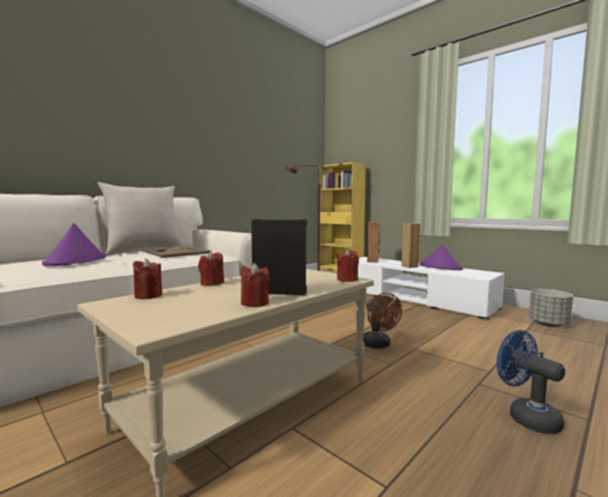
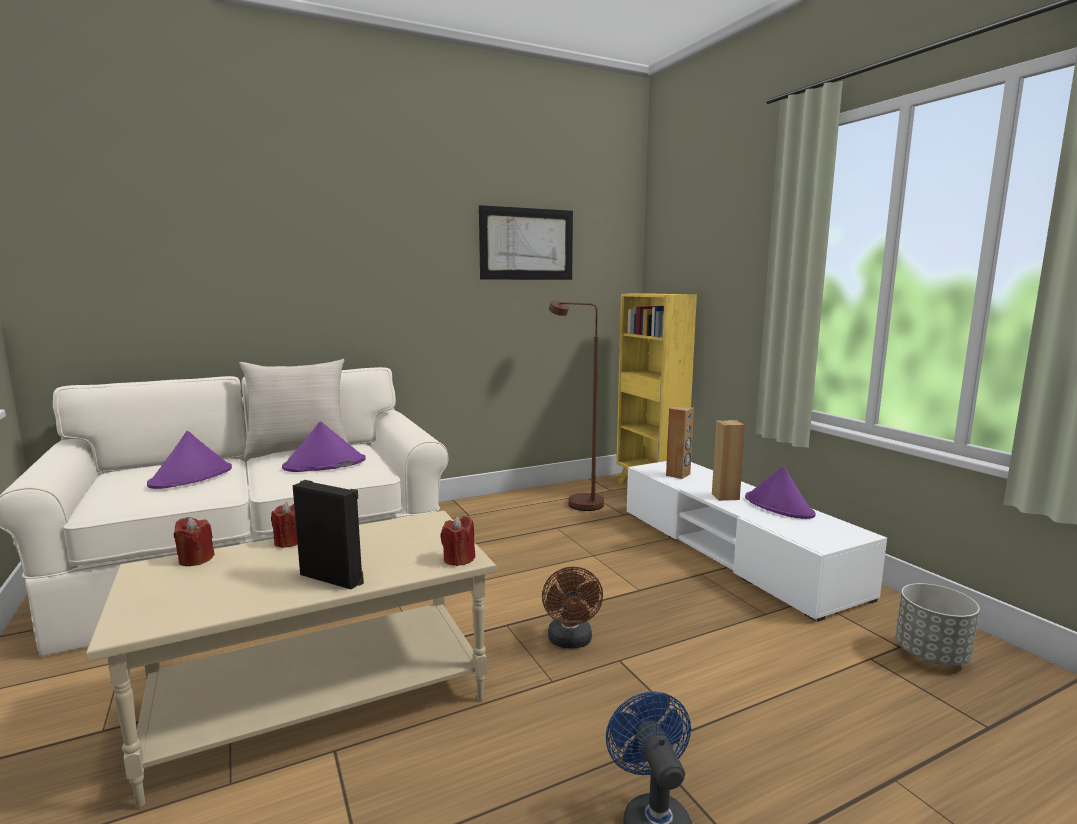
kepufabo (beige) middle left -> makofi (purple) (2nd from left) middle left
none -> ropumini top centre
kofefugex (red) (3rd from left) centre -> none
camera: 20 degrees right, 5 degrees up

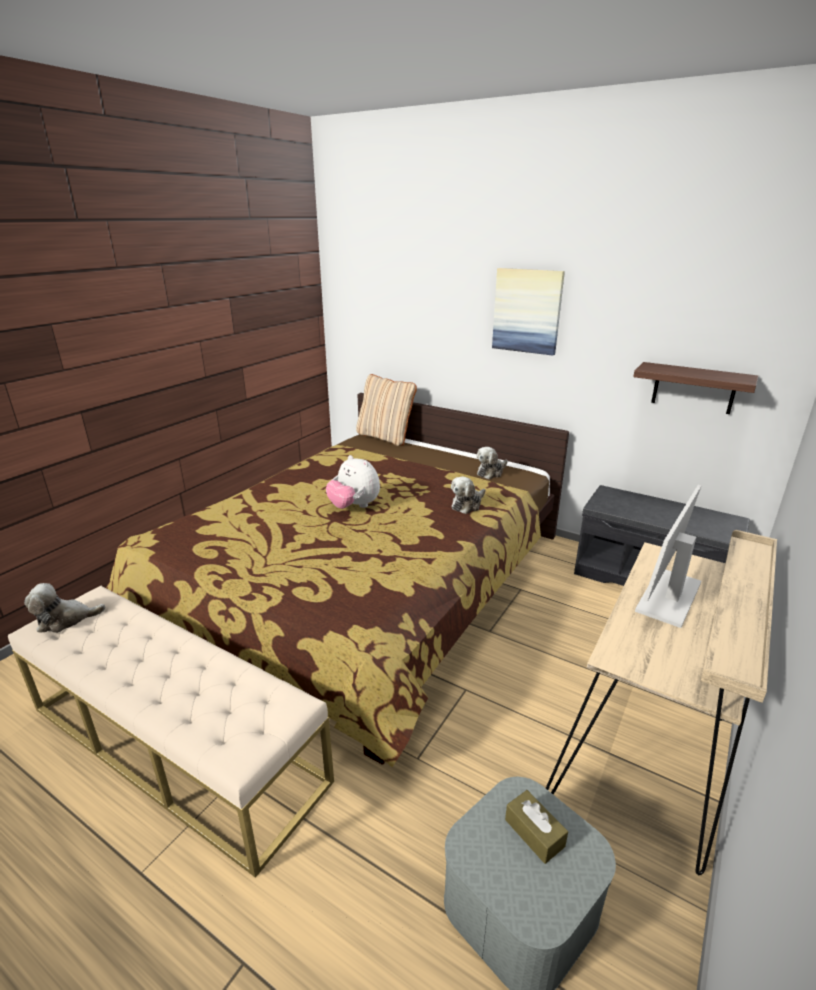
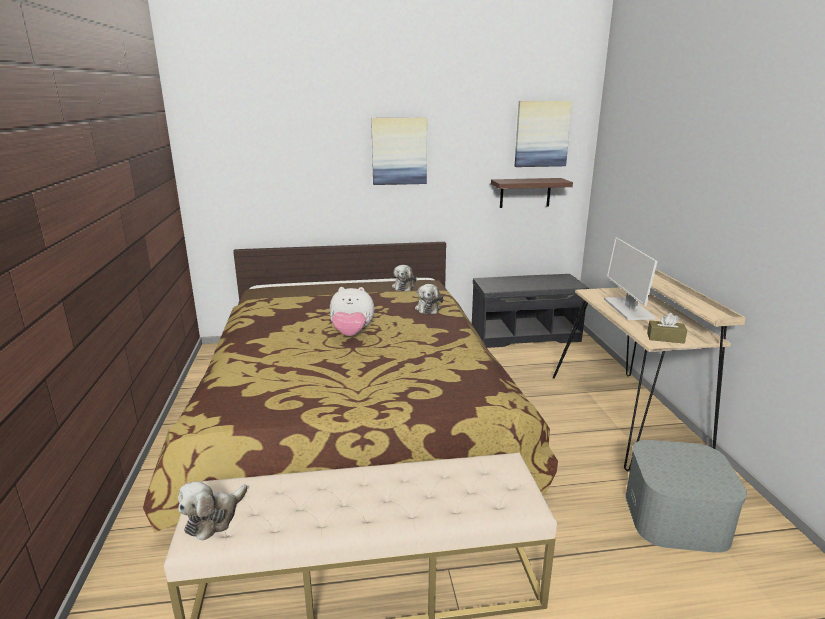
none -> ropumini (2nd from left) top centre
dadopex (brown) bottom centre -> dadopex (brown) middle right, moved
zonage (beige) centre -> none
camera: 40 degrees left, 5 degrees down

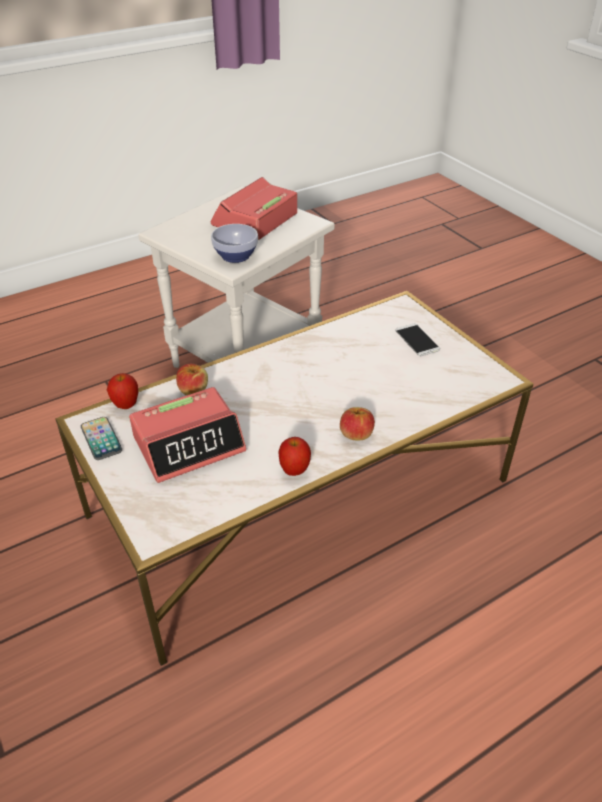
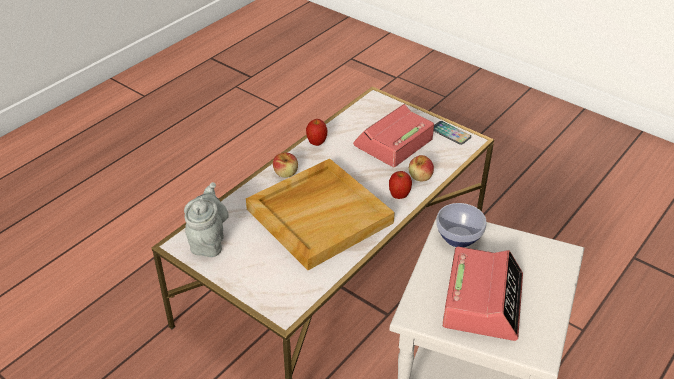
none -> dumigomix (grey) middle left
none -> kepufabo (beige) centre
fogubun (1st from left in the first image) middle left -> fogubun (3rd from left) centre, moved
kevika (2nd from left) middle right -> none
camera: 160 degrees right, 0 degrees up

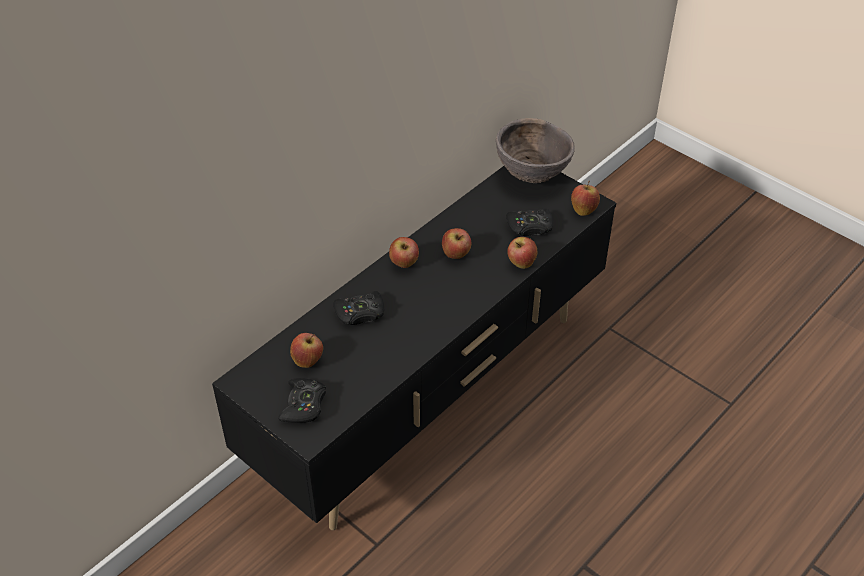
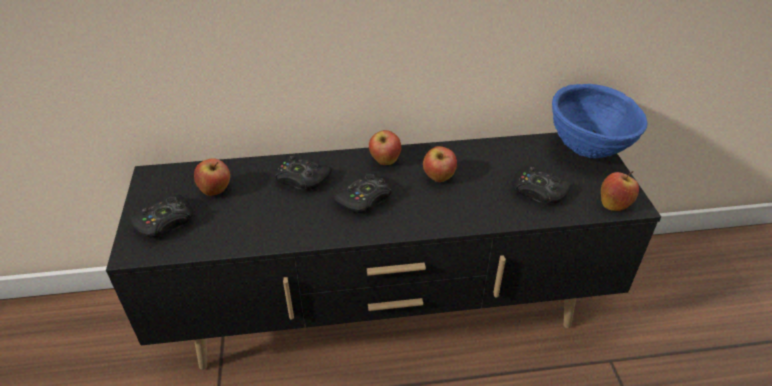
none -> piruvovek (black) (3rd from left) centre
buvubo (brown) top centre -> buvubo (blue) top right
fogubun (4th from left) centre -> none
camera: 40 degrees right, 5 degrees down

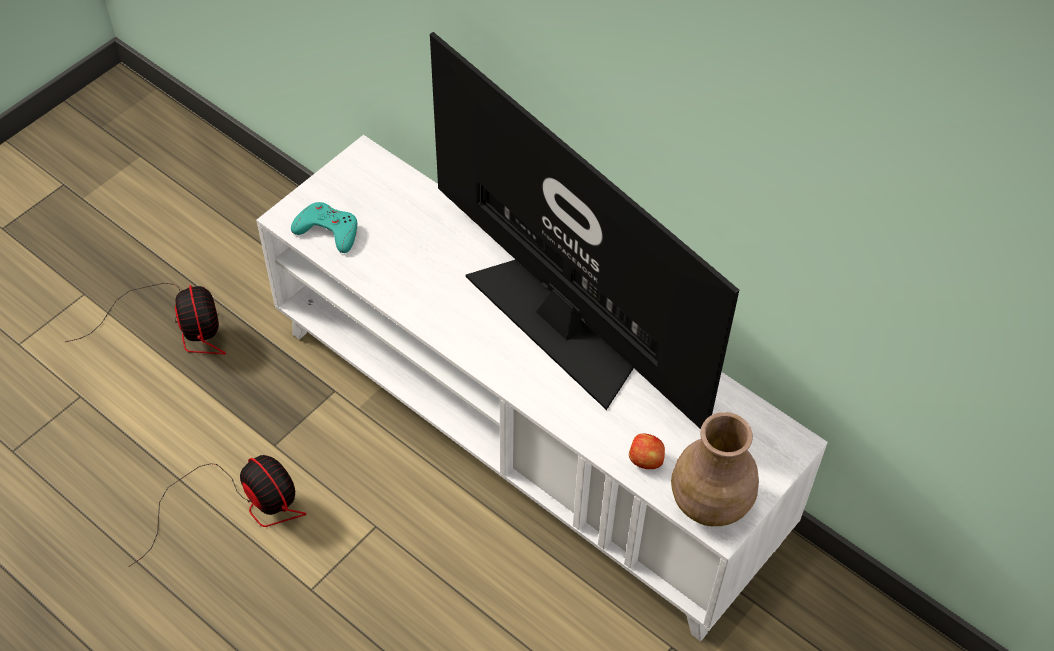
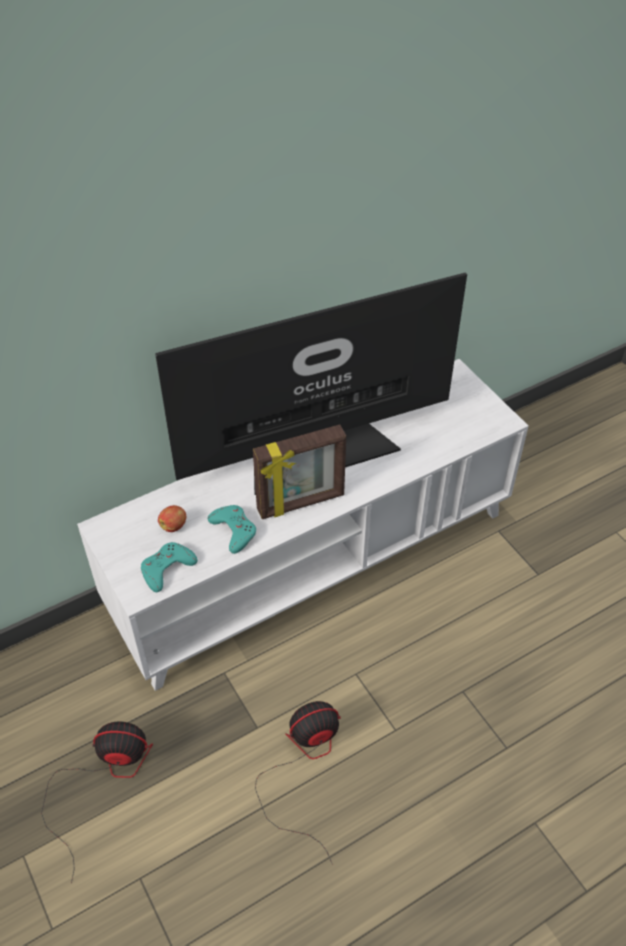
fogubun bottom centre -> fogubun middle left, moved
none -> piruvovek (turquoise) (2nd from left) centre
none -> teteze centre
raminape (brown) bottom right -> none
camera: 70 degrees left, 5 degrees down

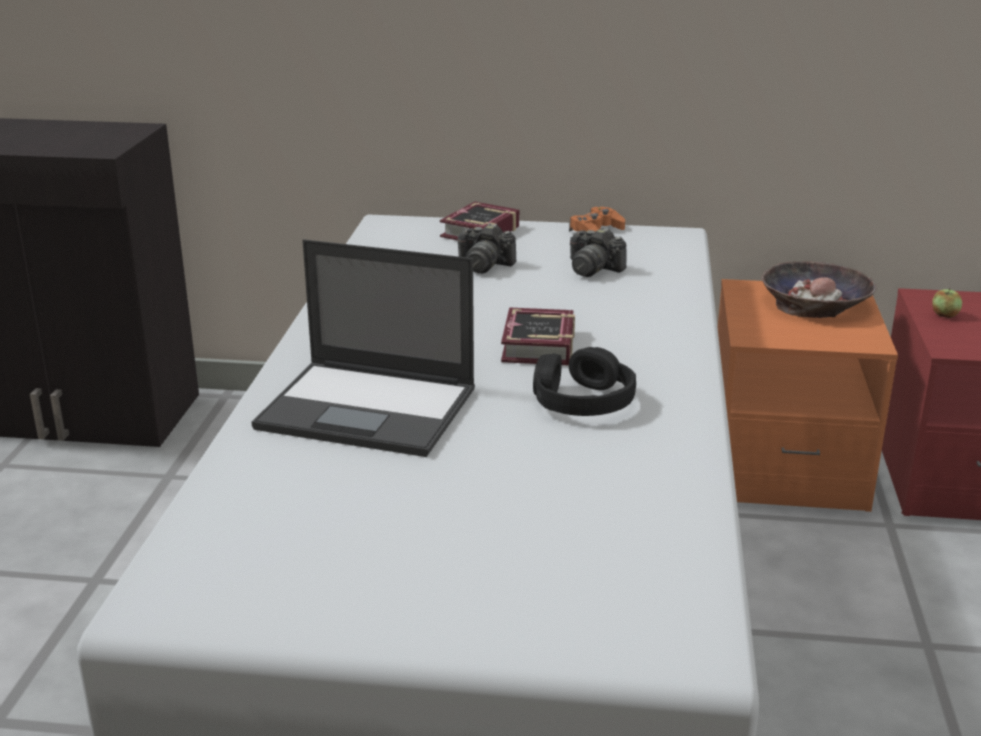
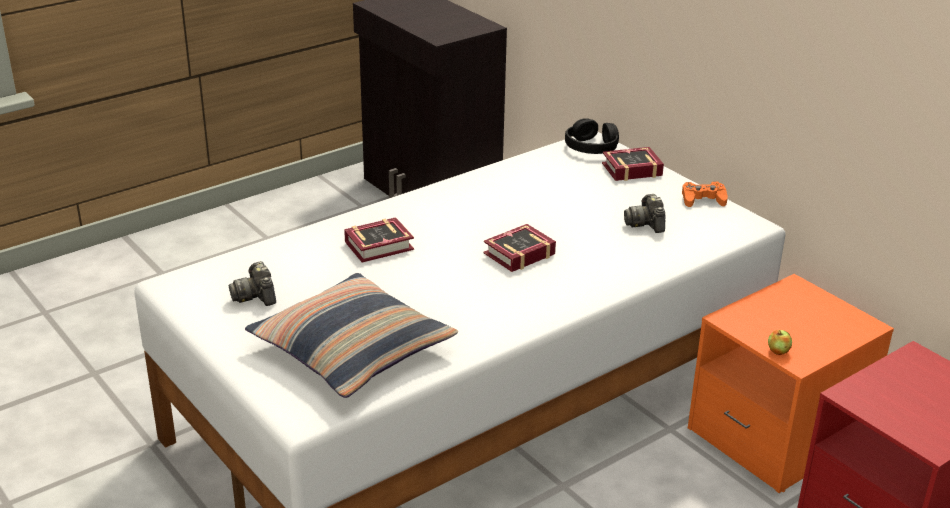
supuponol (1st from left) centre -> supuponol (1st from left) middle left, moved
none -> zonage centre
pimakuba centre -> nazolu (1st from left) centre
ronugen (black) centre -> ronugen (black) top centre, moved
fogubun middle right -> fogubun bottom right, moved
buvubo middle right -> none
camera: 45 degrees right, 5 degrees up

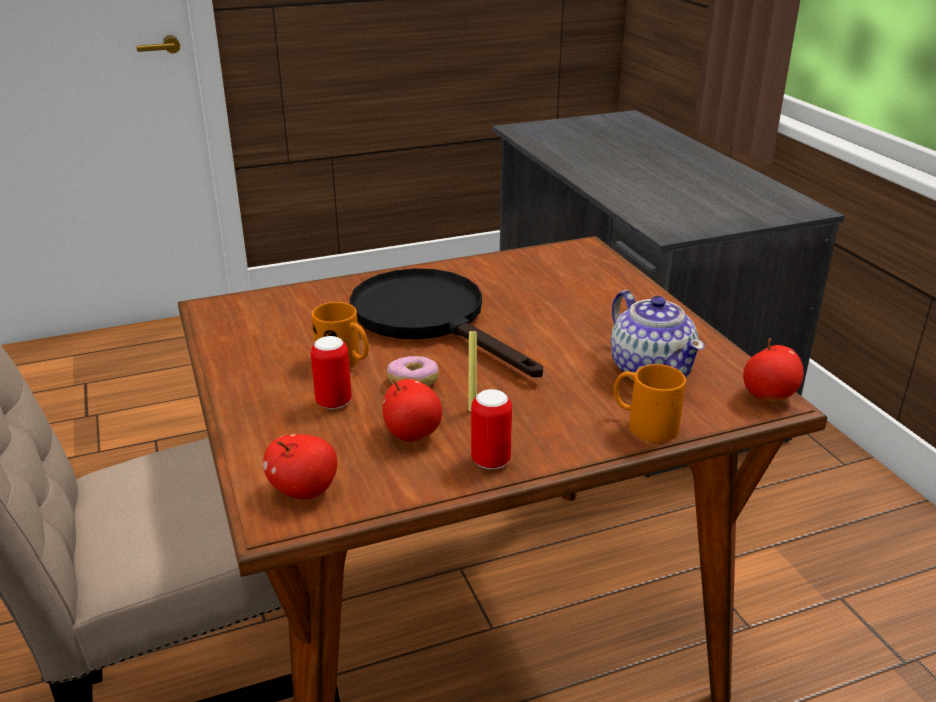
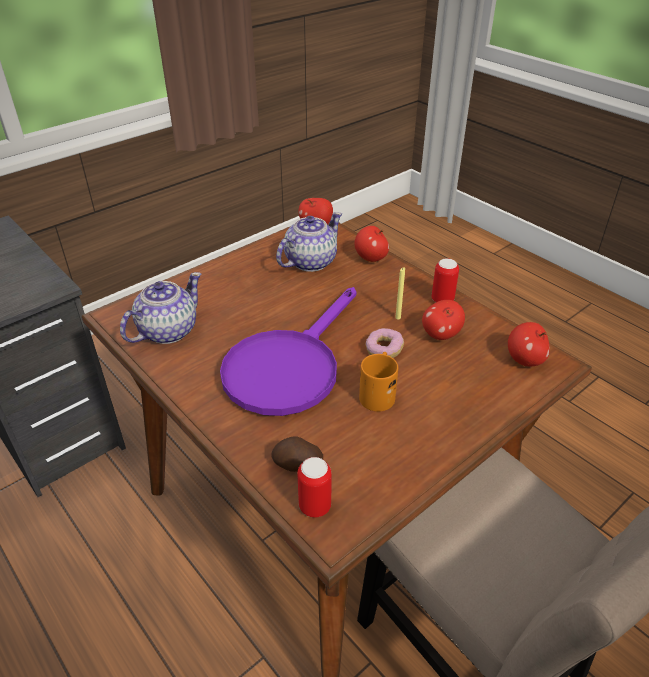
none -> dumigomix (1st from left) middle left
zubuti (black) centre -> zubuti (purple) centre
none -> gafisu bottom centre
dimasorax (1st from left) centre -> dimasorax (1st from left) bottom centre, moved
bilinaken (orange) (2nd from left) middle right -> fogubun (2nd from left) centre
camera: 110 degrees left, 10 degrees up

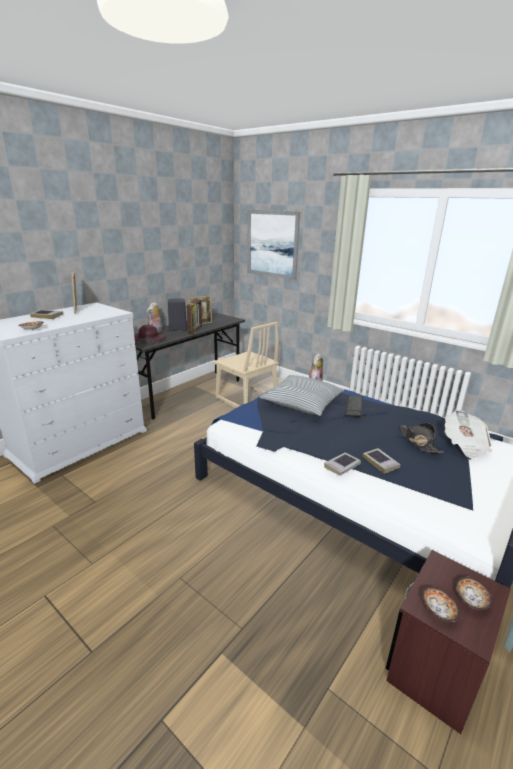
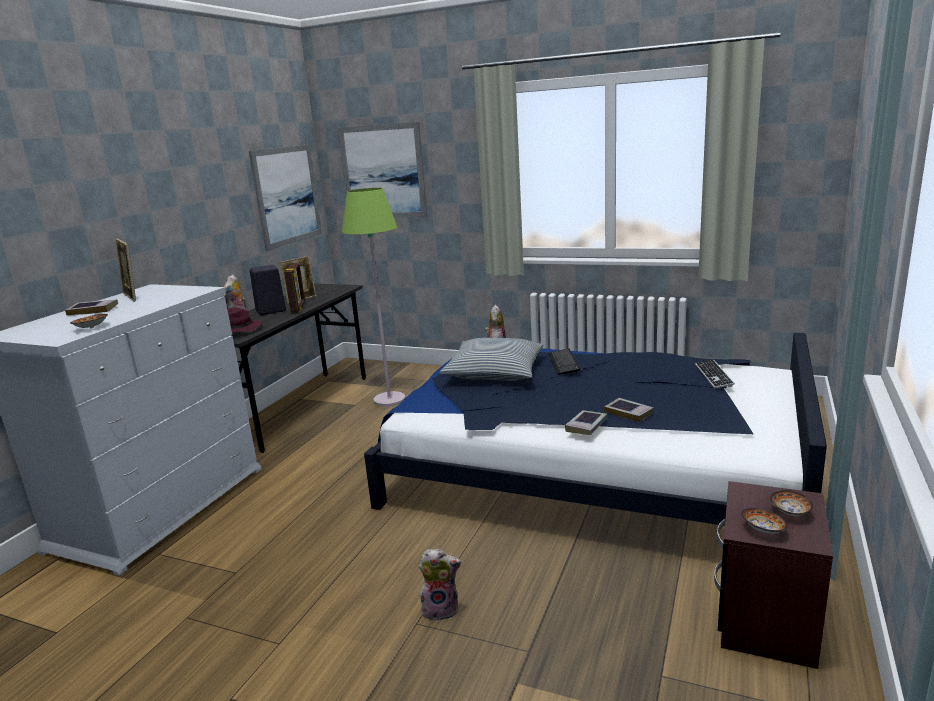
none -> ropumini (1st from left) top left
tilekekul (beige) centre -> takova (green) centre
none -> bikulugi (2nd from left) bottom centre
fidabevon middle right -> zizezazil (2nd from left) middle right
makofi (black) middle right -> none
camera: 15 degrees left, 5 degrees down

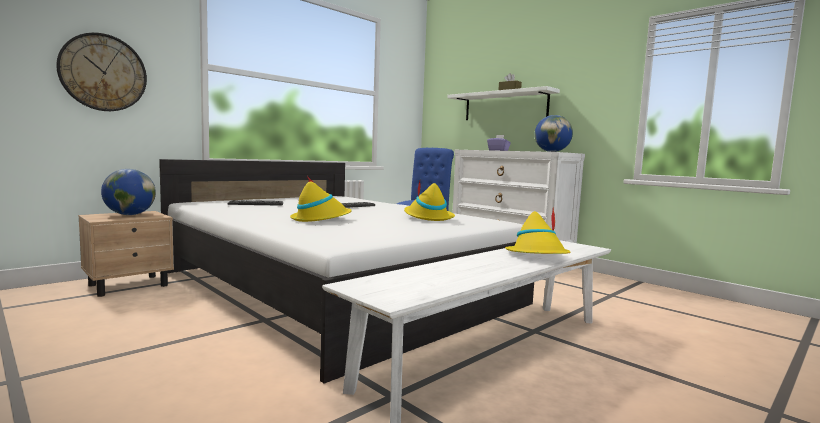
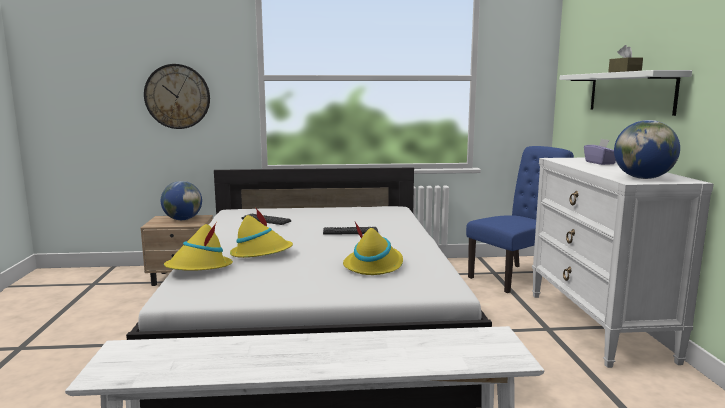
makofi (yellow) (3rd from left in the first image) centre -> makofi (yellow) (1st from left) middle left, moved
camera: 40 degrees right, 5 degrees up

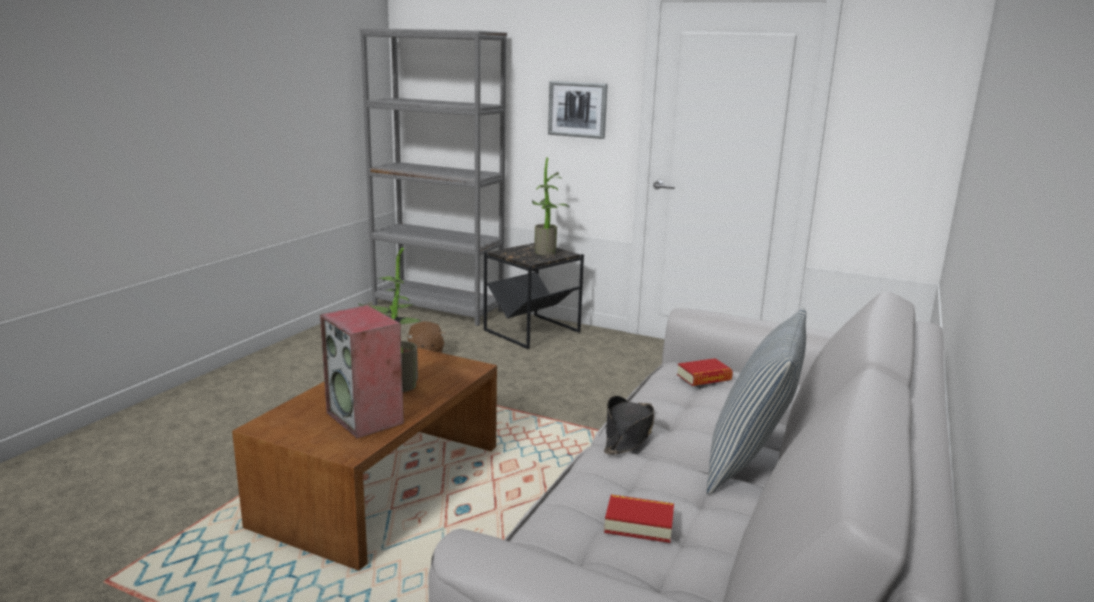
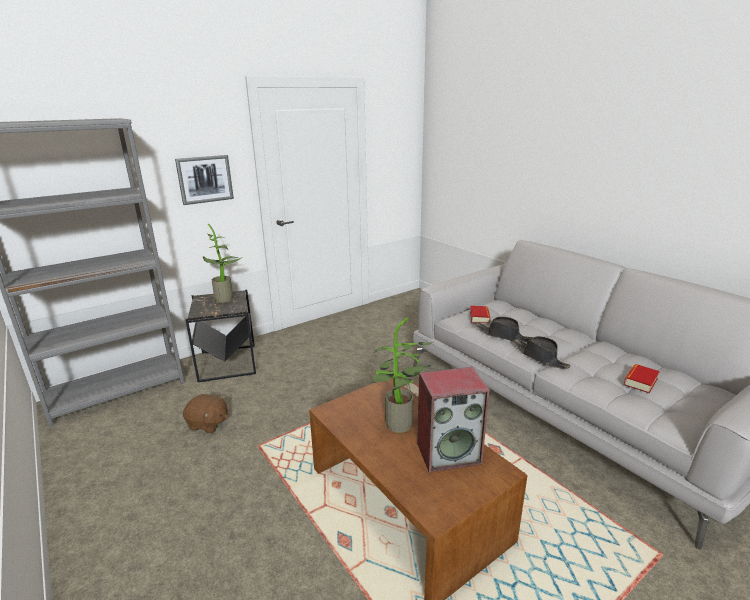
none -> makofi (black) (1st from left) middle right
zonage middle right -> none
camera: 60 degrees left, 5 degrees up

